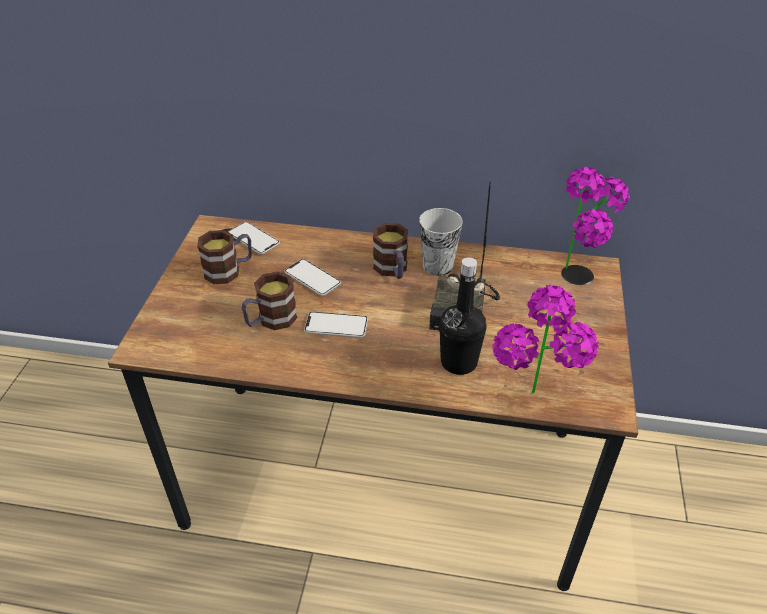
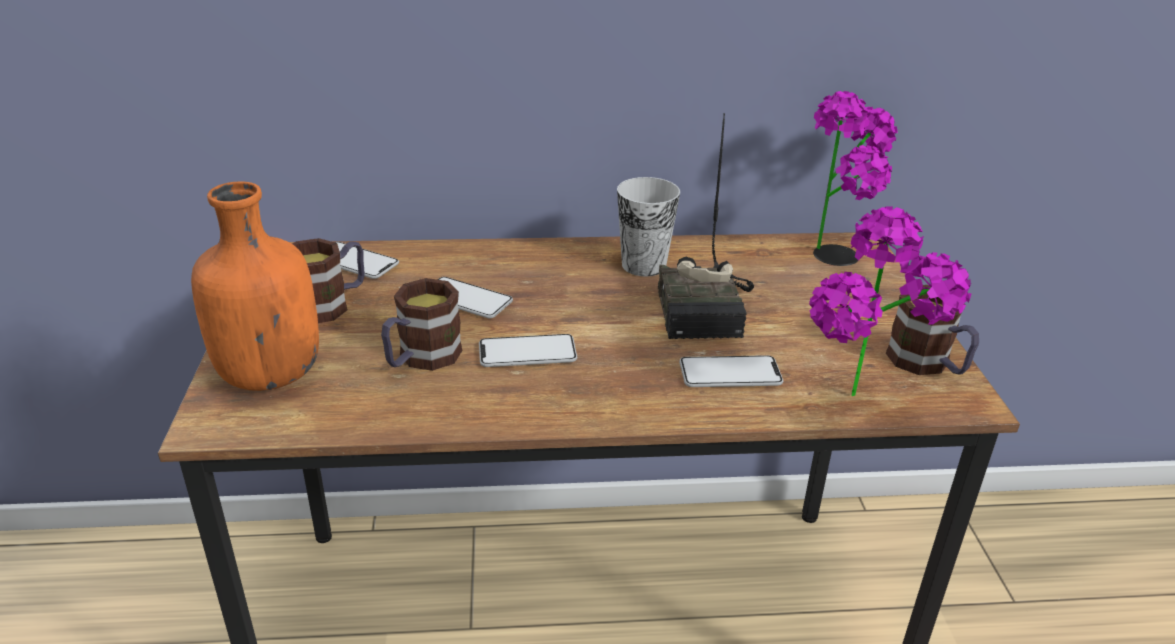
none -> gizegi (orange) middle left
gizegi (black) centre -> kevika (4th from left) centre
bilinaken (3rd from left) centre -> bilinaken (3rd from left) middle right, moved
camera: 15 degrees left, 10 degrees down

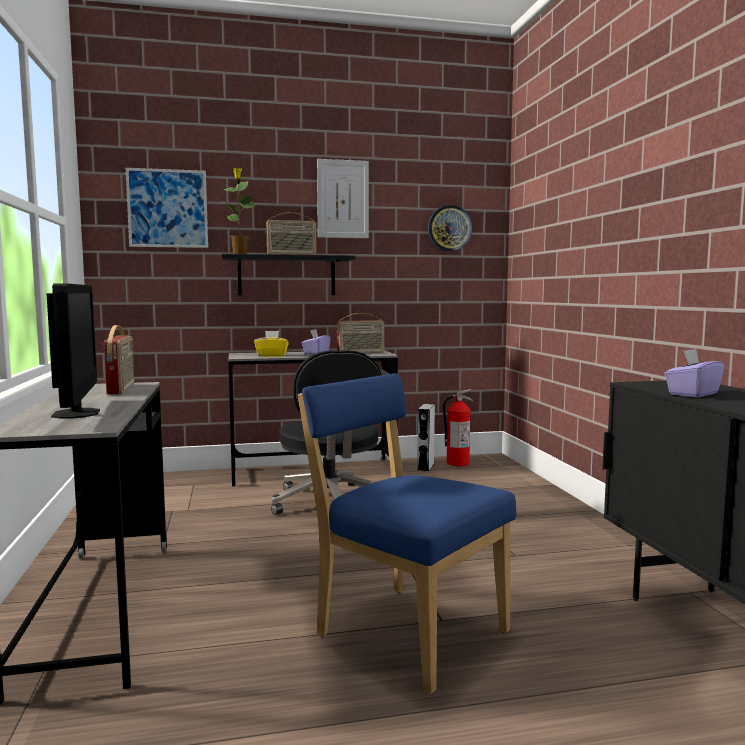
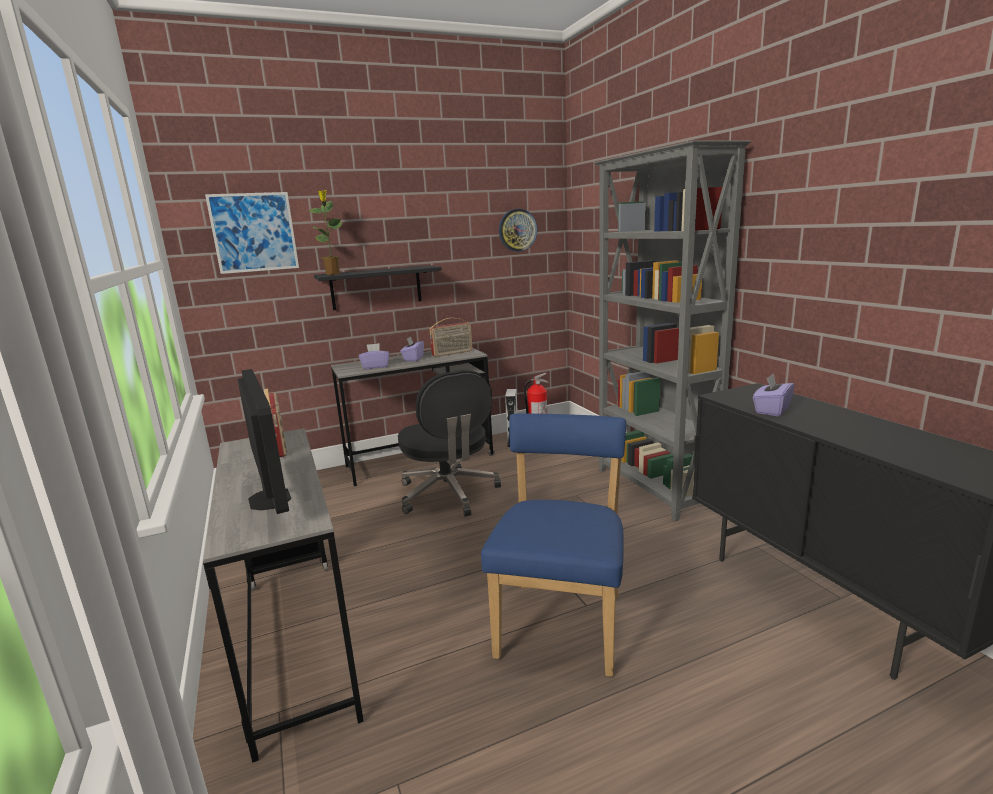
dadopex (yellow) centre -> dadopex (purple) (1st from left) centre
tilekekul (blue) bottom centre, 75 degrees clockwise
none -> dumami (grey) middle right
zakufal (2nd from left) top centre -> none
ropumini (2nd from left) top centre -> none
camera: 10 degrees left, 10 degrees up

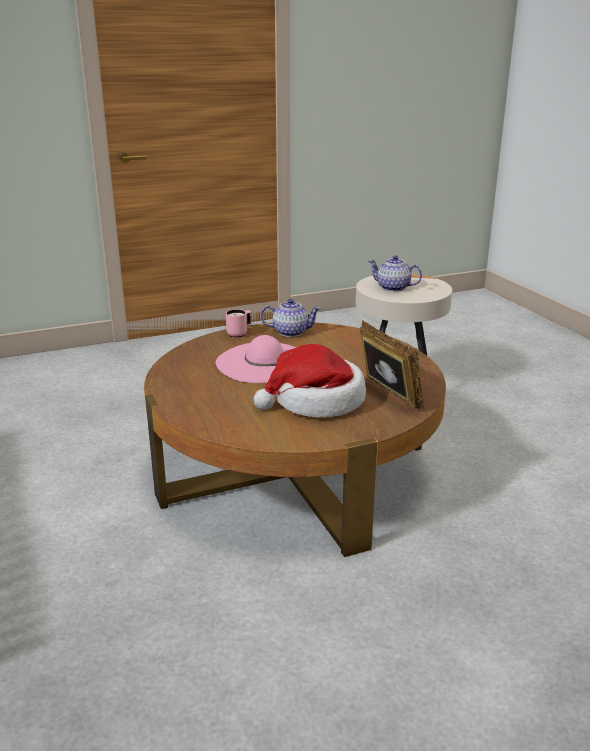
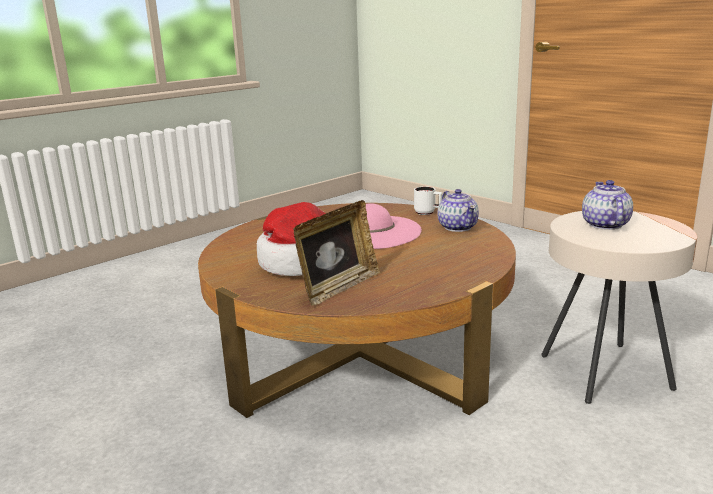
bilinaken (pink) centre -> bilinaken (white) centre
camera: 70 degrees right, 5 degrees down

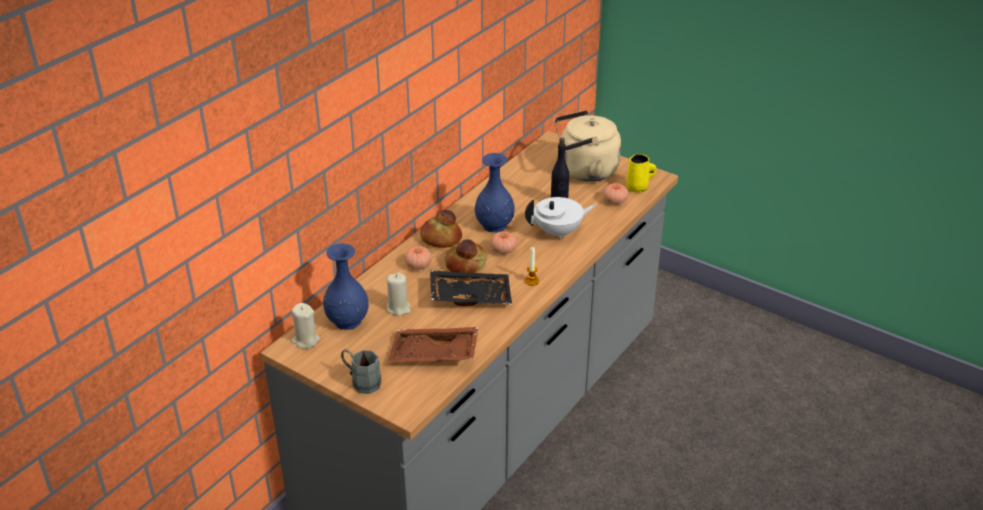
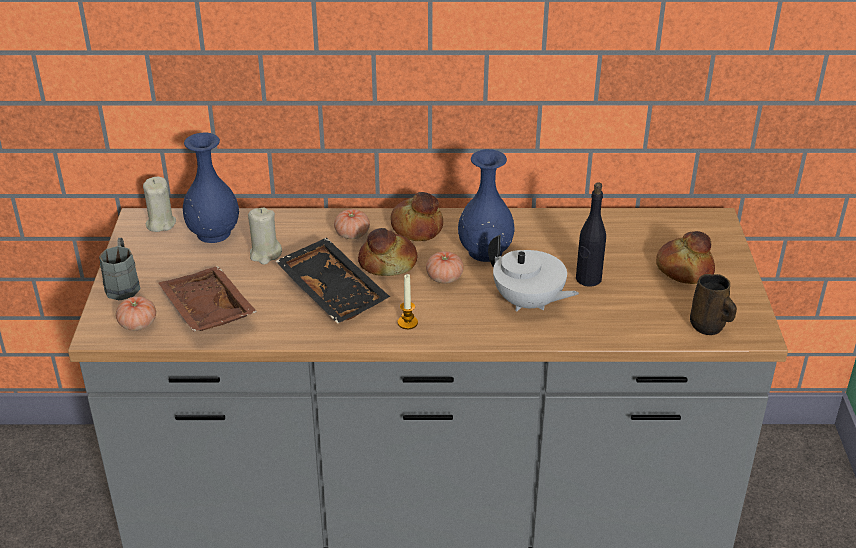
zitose (3rd from left in the first image) centre -> zitose (1st from left) middle left, moved
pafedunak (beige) top centre -> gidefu (3rd from left) middle right
bilinaken (yellow) centre -> bilinaken (brown) middle right
camera: 55 degrees right, 0 degrees up

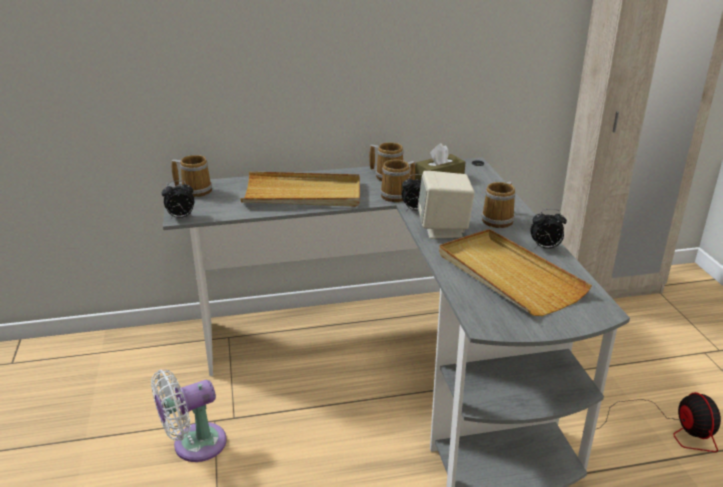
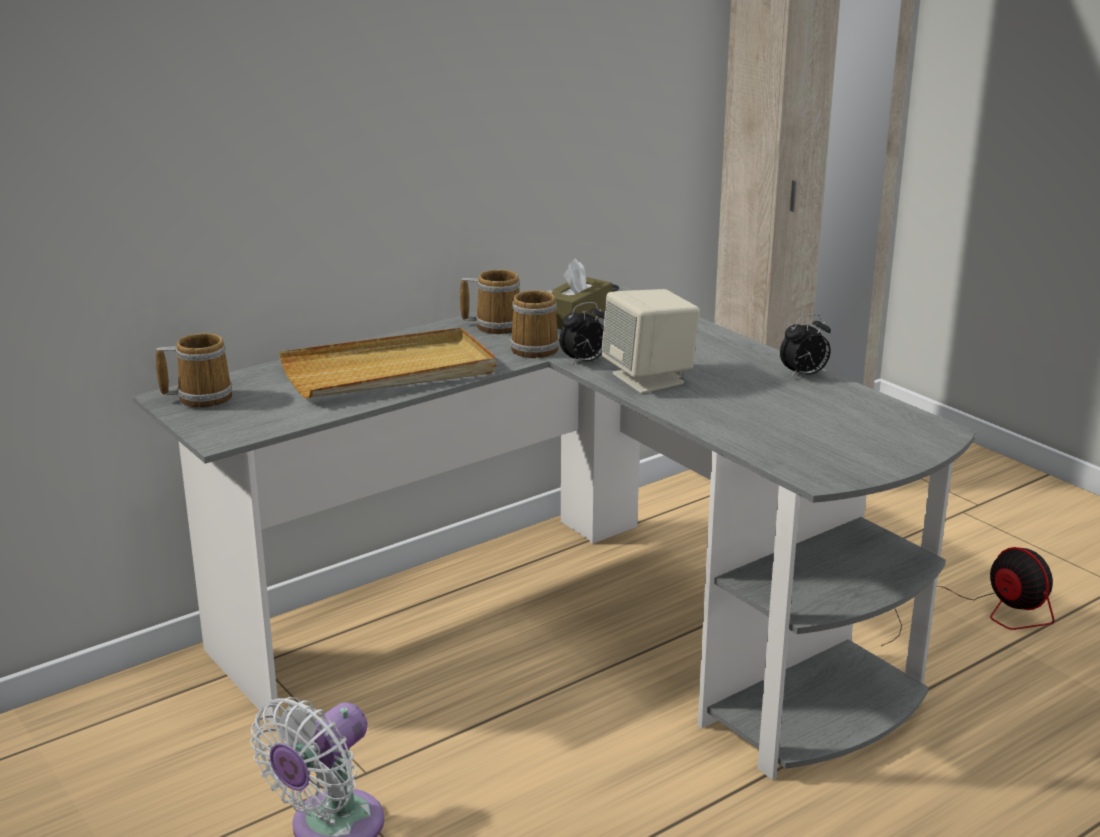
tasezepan (1st from left) middle left -> none
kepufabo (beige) (2nd from left) middle right -> none
bilinaken (4th from left) middle right -> none
camera: 25 degrees left, 5 degrees down

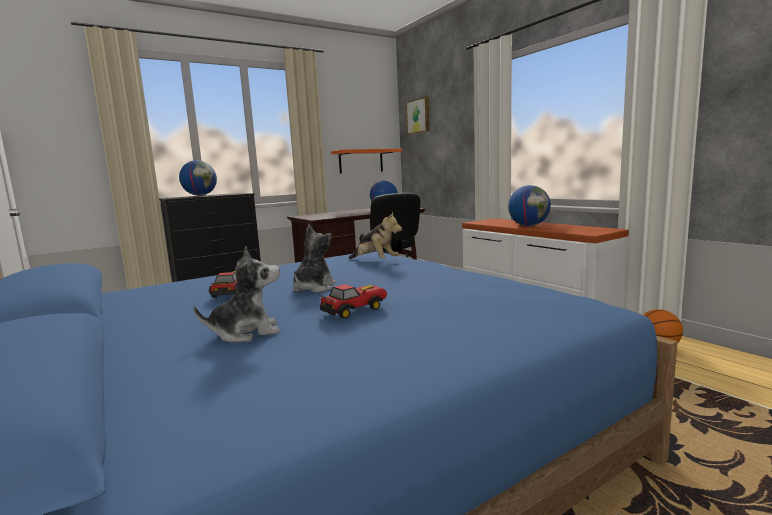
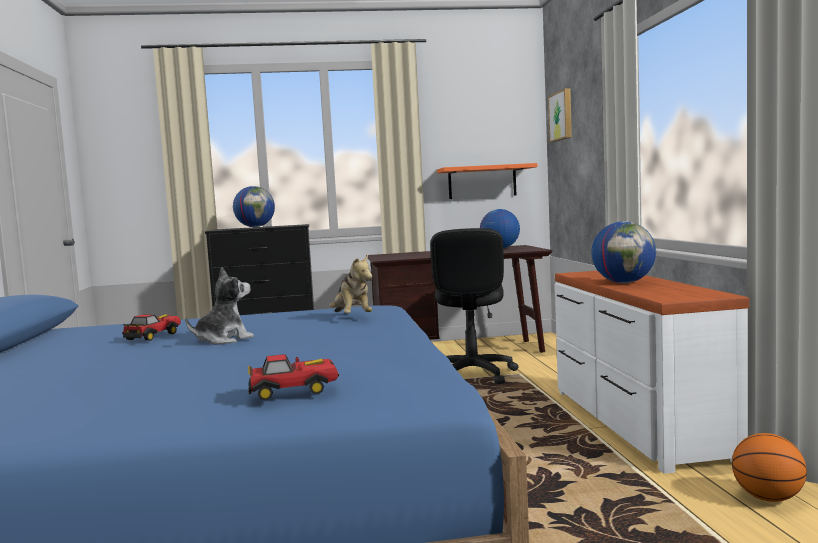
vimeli (2nd from left) centre -> vimeli (2nd from left) bottom centre, moved
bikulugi (1st from left) middle left -> none
camera: 25 degrees right, 5 degrees down

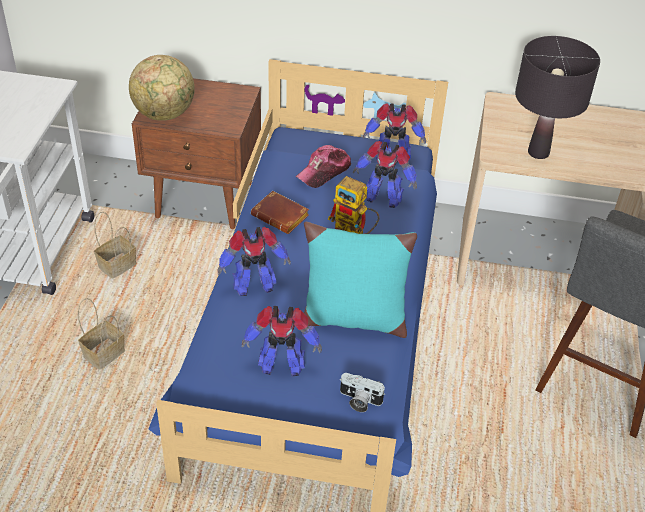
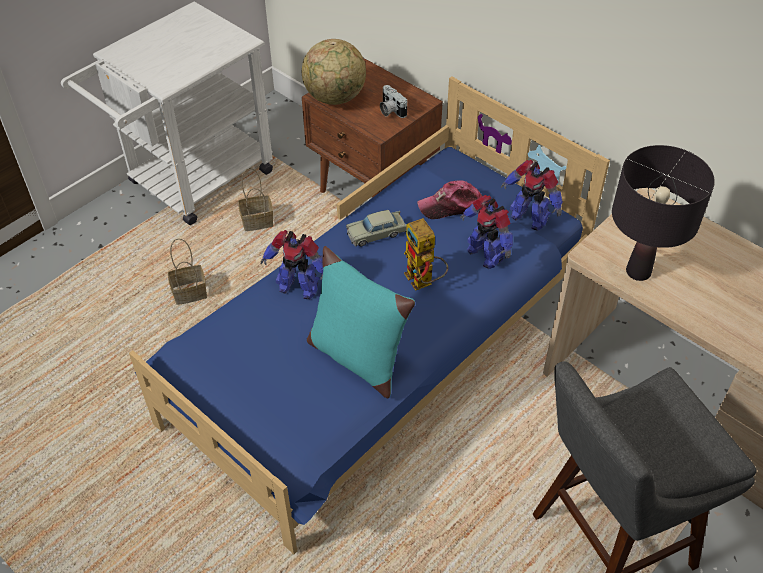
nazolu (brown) centre -> vimeli (beige) centre
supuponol bottom centre -> supuponol top centre, moved
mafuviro (2nd from left) centre -> none
camera: 35 degrees right, 5 degrees up

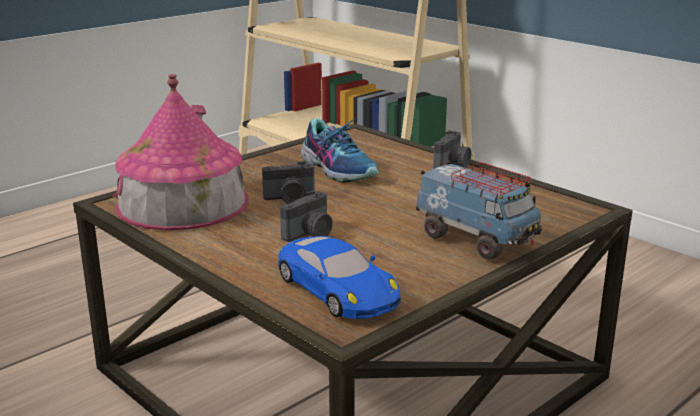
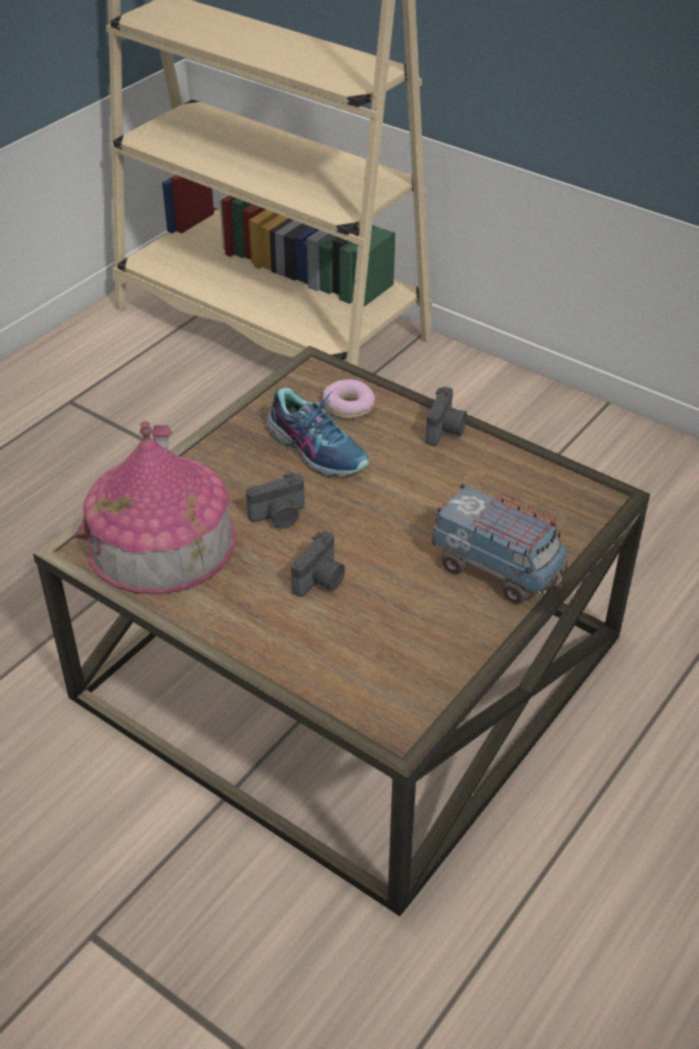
none -> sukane centre
vimeli (blue) centre -> none
camera: 10 degrees left, 20 degrees up

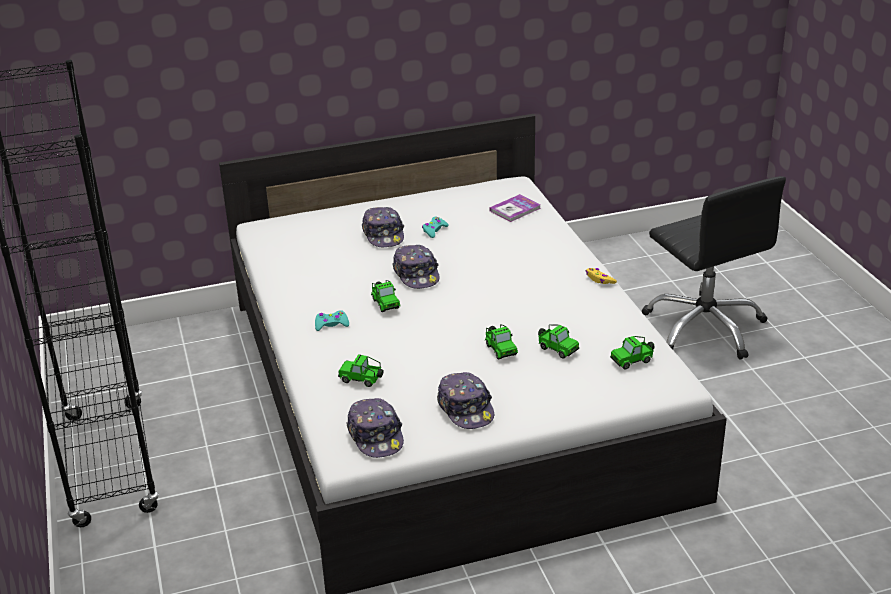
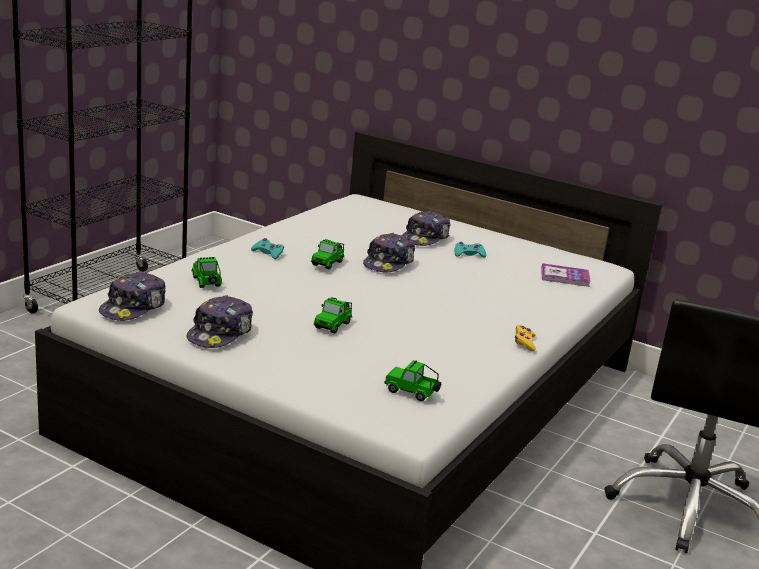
vimeli (4th from left) centre -> none
camera: 45 degrees right, 10 degrees down

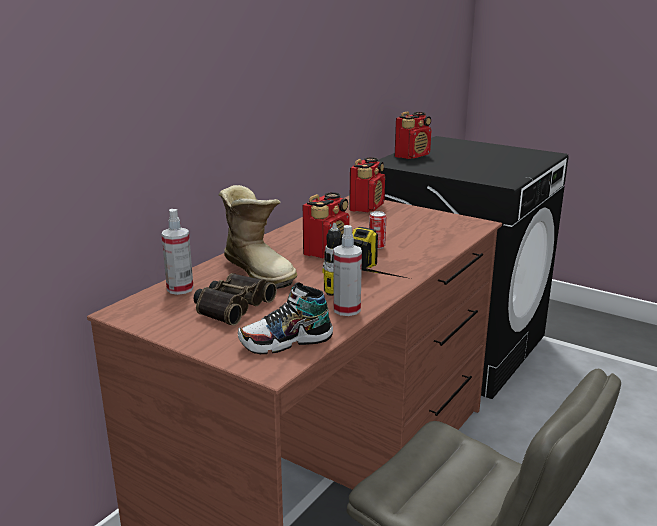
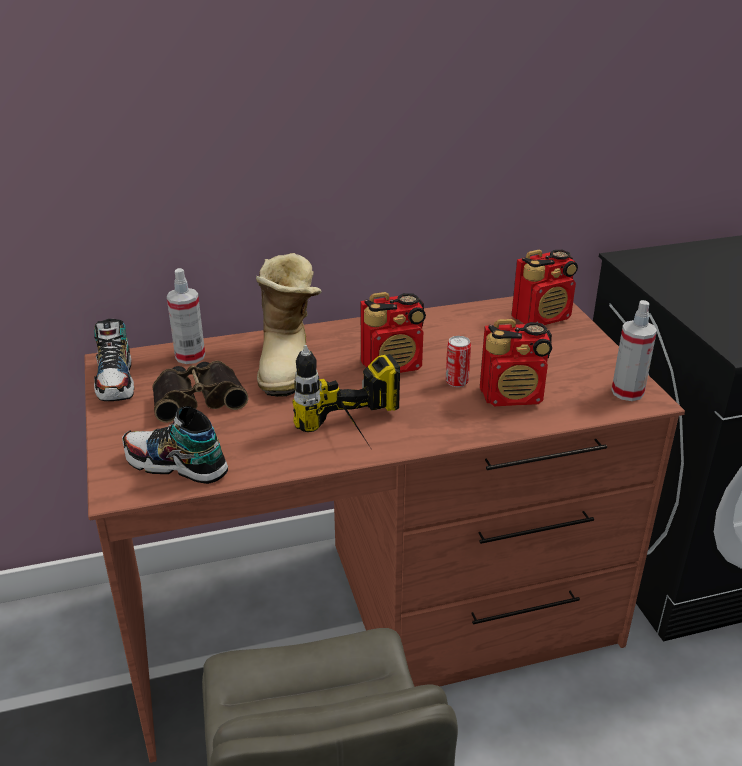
none -> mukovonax (1st from left) middle left
zakufal (3rd from left in the first image) top centre -> zakufal (2nd from left) middle right, moved
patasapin (2nd from left) centre -> patasapin (2nd from left) middle right, moved
camera: 40 degrees right, 10 degrees up

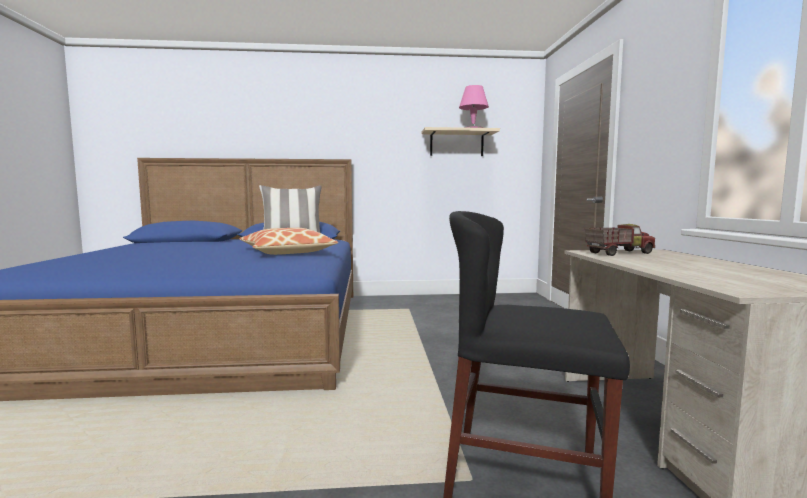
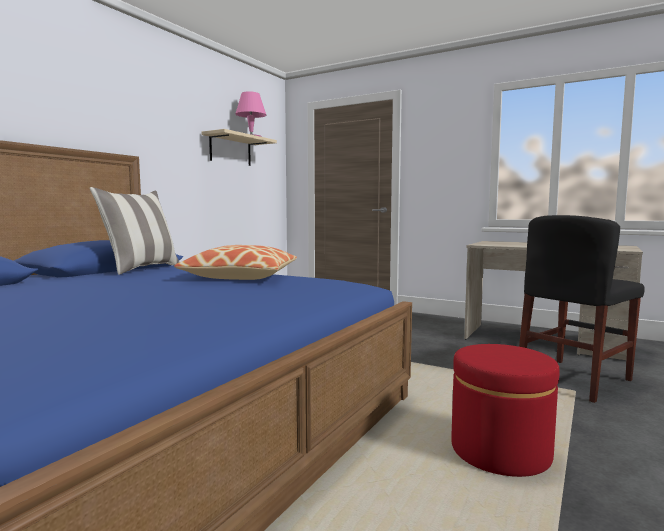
none -> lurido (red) bottom right
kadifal middle right -> none
camera: 55 degrees left, 0 degrees up

